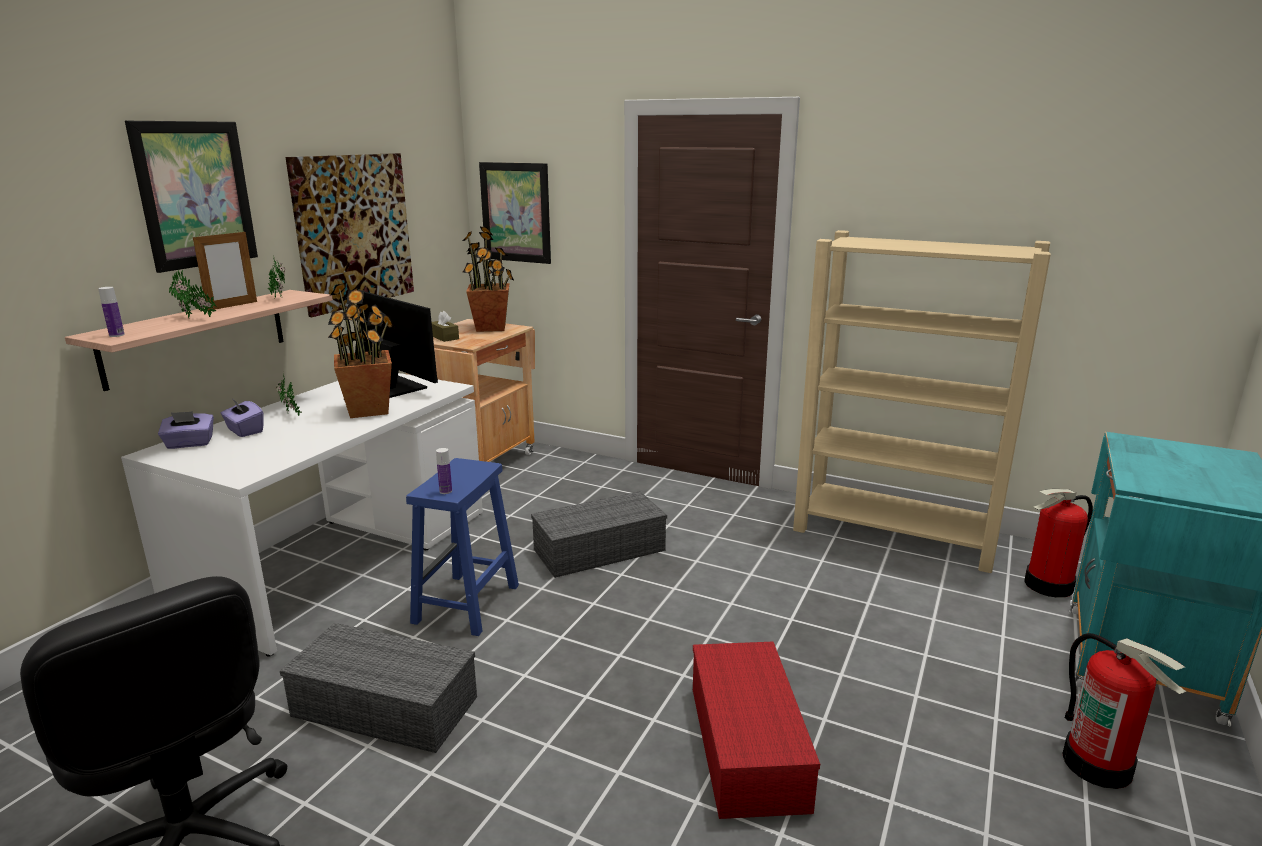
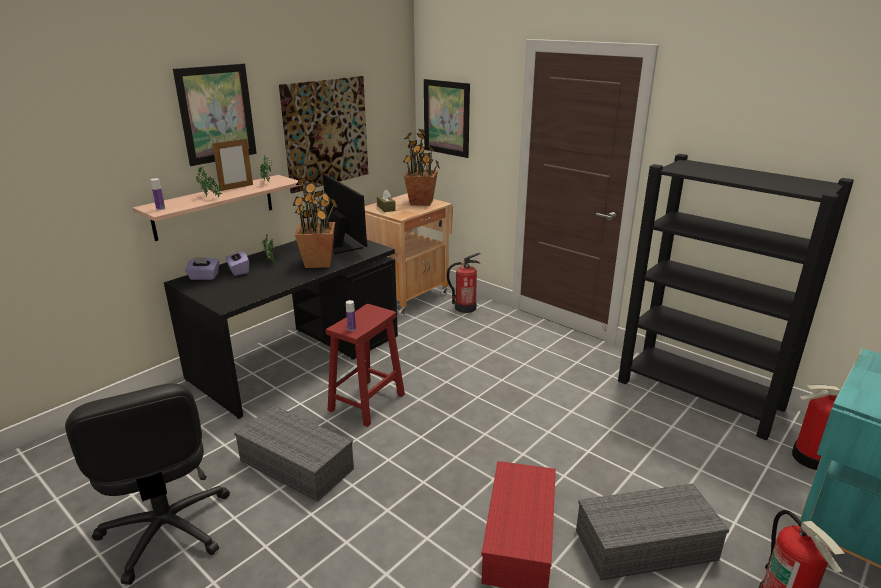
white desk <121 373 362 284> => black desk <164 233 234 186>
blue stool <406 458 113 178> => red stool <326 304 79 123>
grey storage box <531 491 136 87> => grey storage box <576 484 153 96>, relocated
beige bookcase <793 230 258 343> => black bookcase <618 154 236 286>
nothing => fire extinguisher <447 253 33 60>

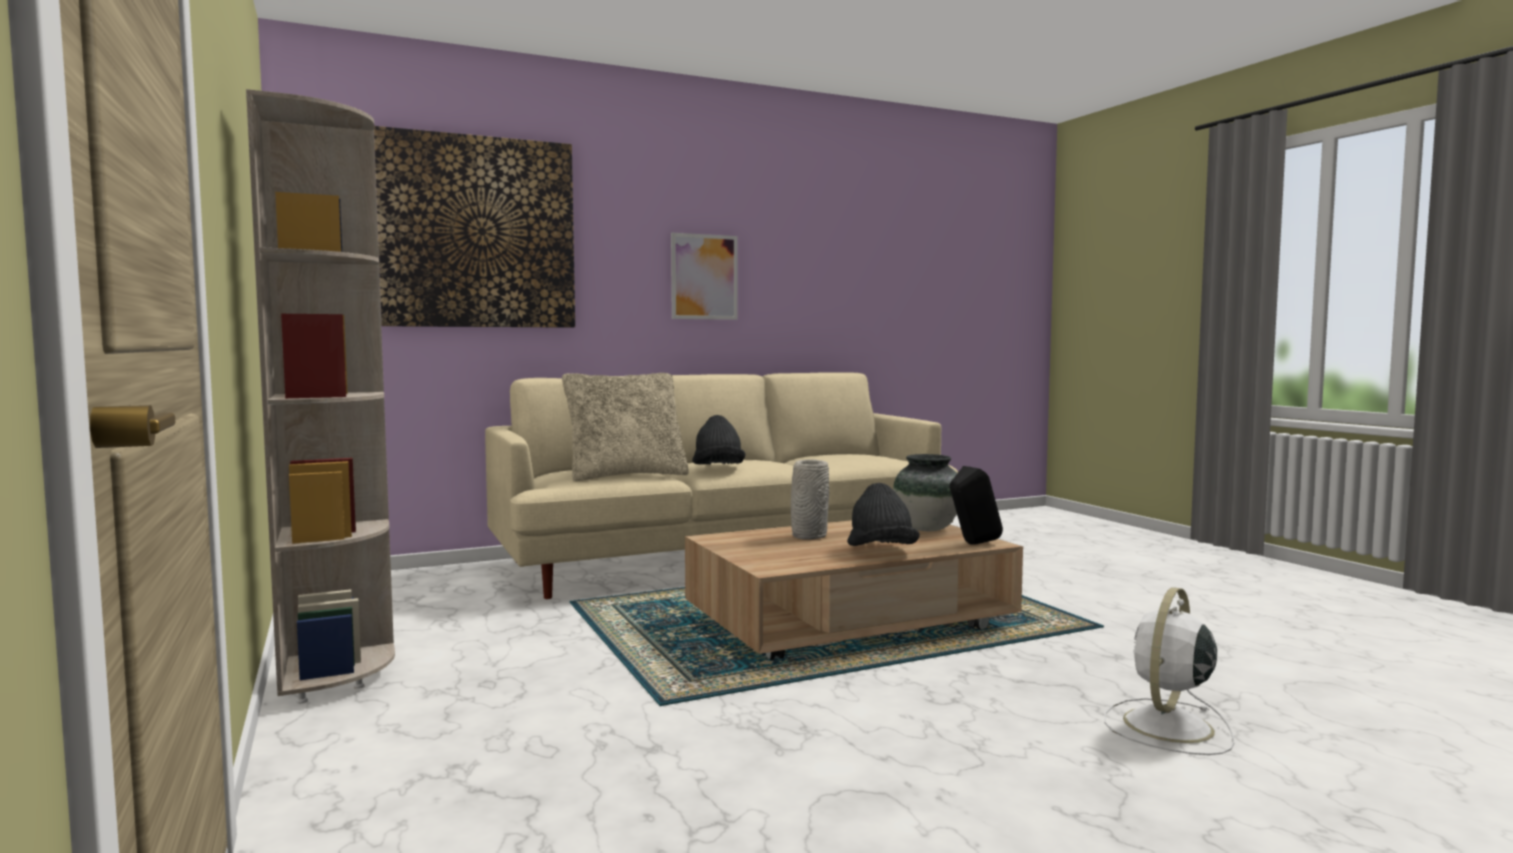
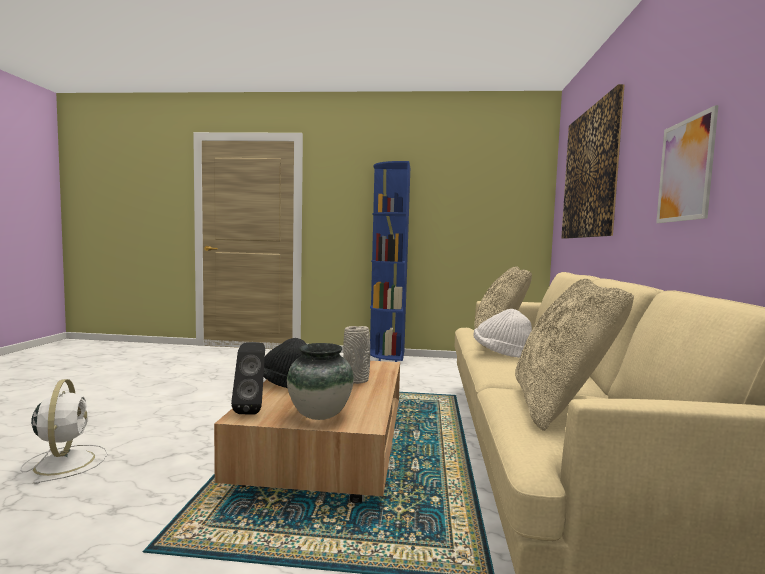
beige bookcase <246 89 149 615> => blue bookcase <370 161 40 201>
black hat <692 415 53 50> => white hat <474 309 58 49>
nothing => beige pillow <515 279 119 152>

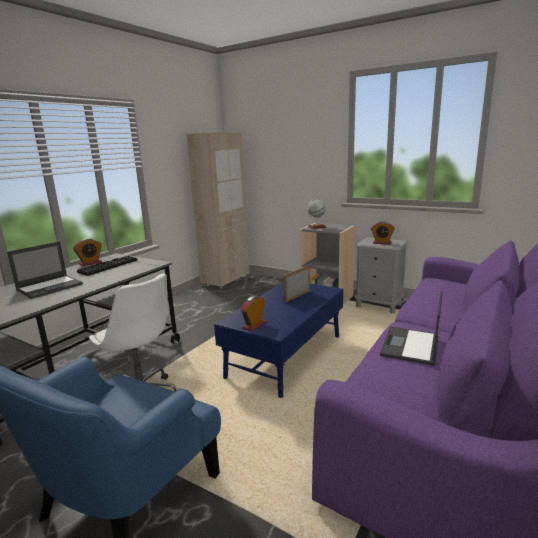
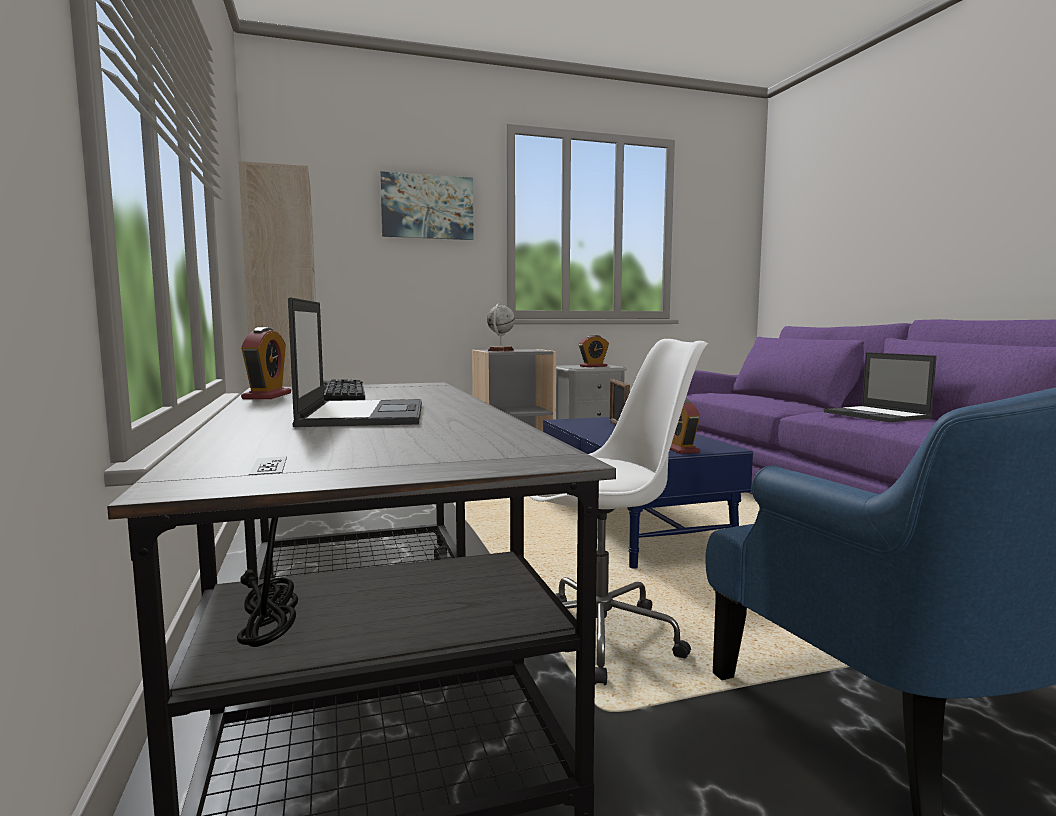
nothing => picture <380 171 94 69>

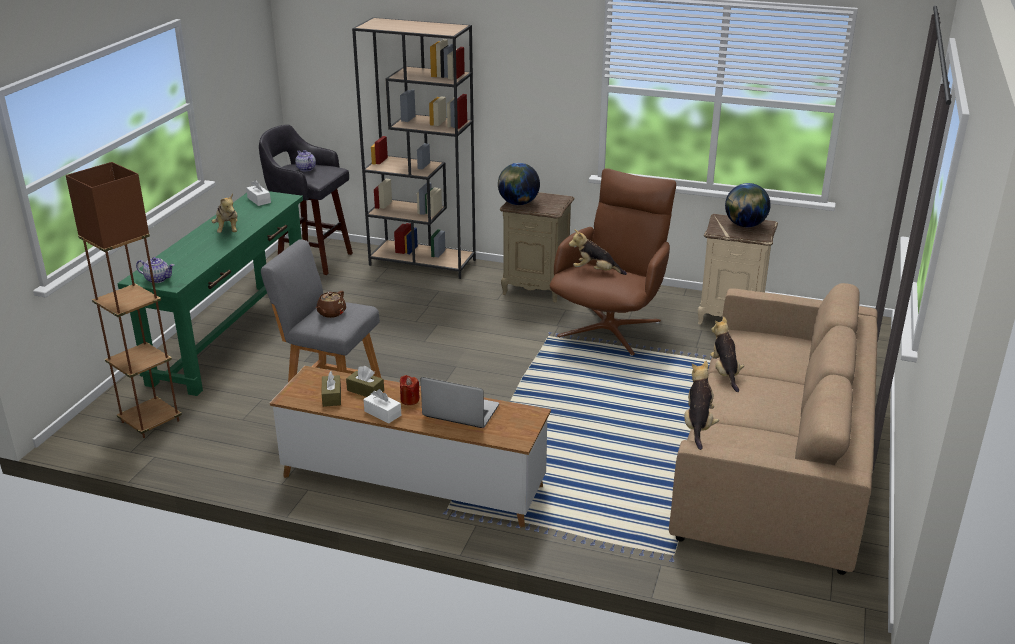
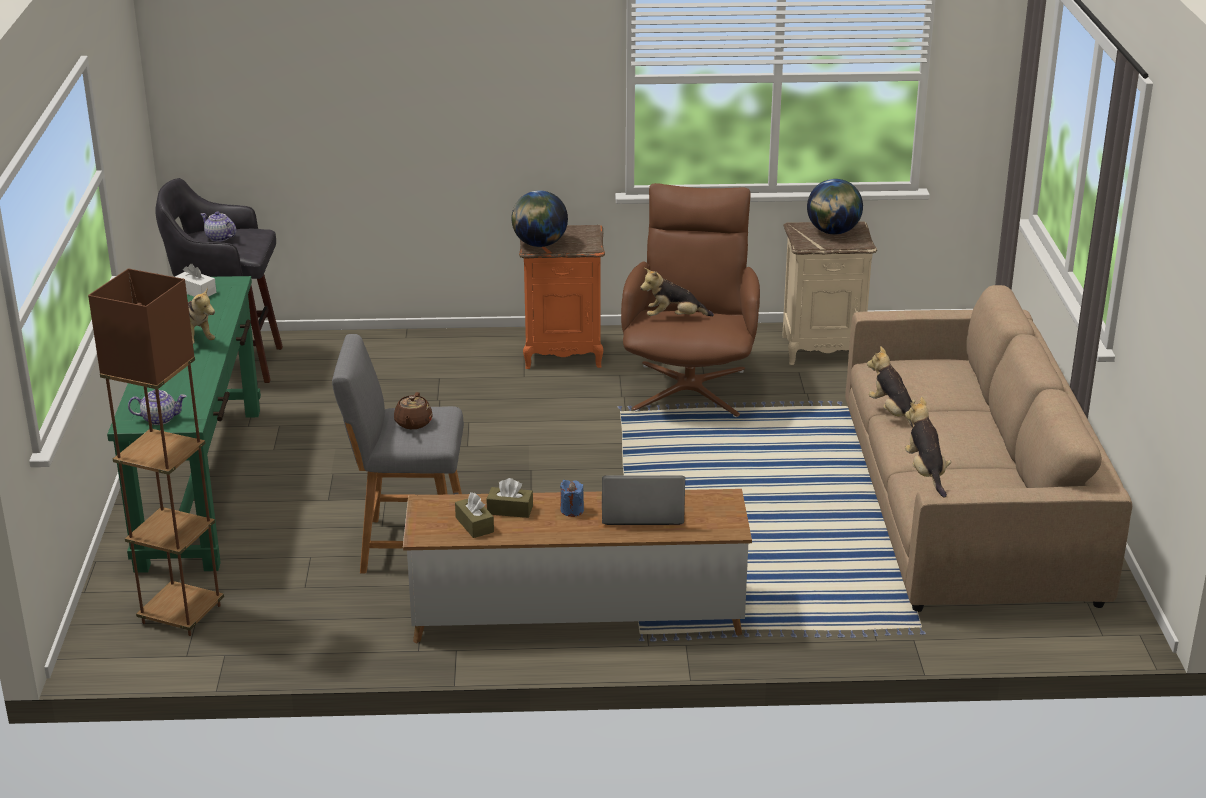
bookcase <352 17 124 262> => nothing
white tissue box <363 389 38 34> => nothing
red candle <400 375 20 30> => blue candle <560 480 24 37>
beige nightstand <500 192 75 110> => orange nightstand <519 225 86 144>

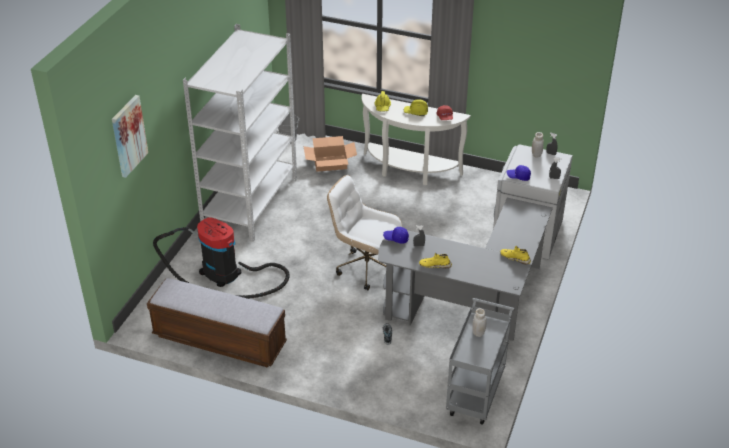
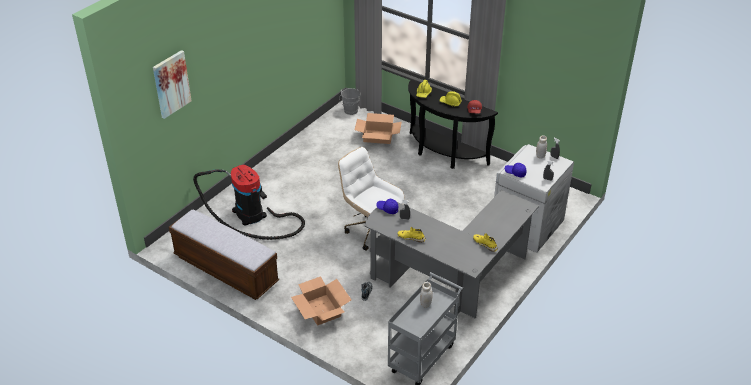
white bookcase <183 24 114 218> => nothing
white console table <362 94 108 91> => black console table <408 80 90 89>
nothing => cardboard box <291 276 60 50>

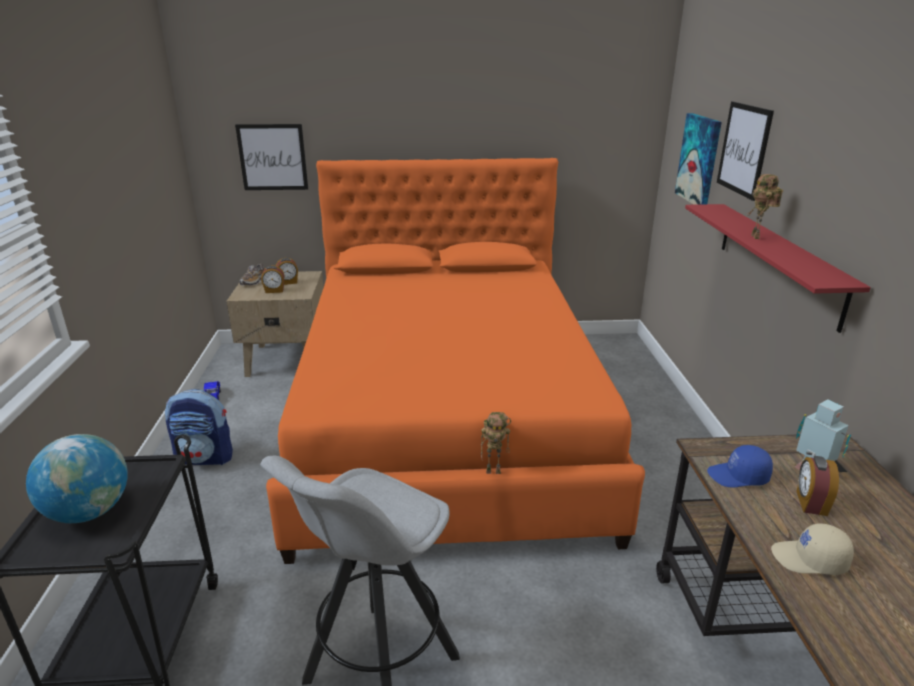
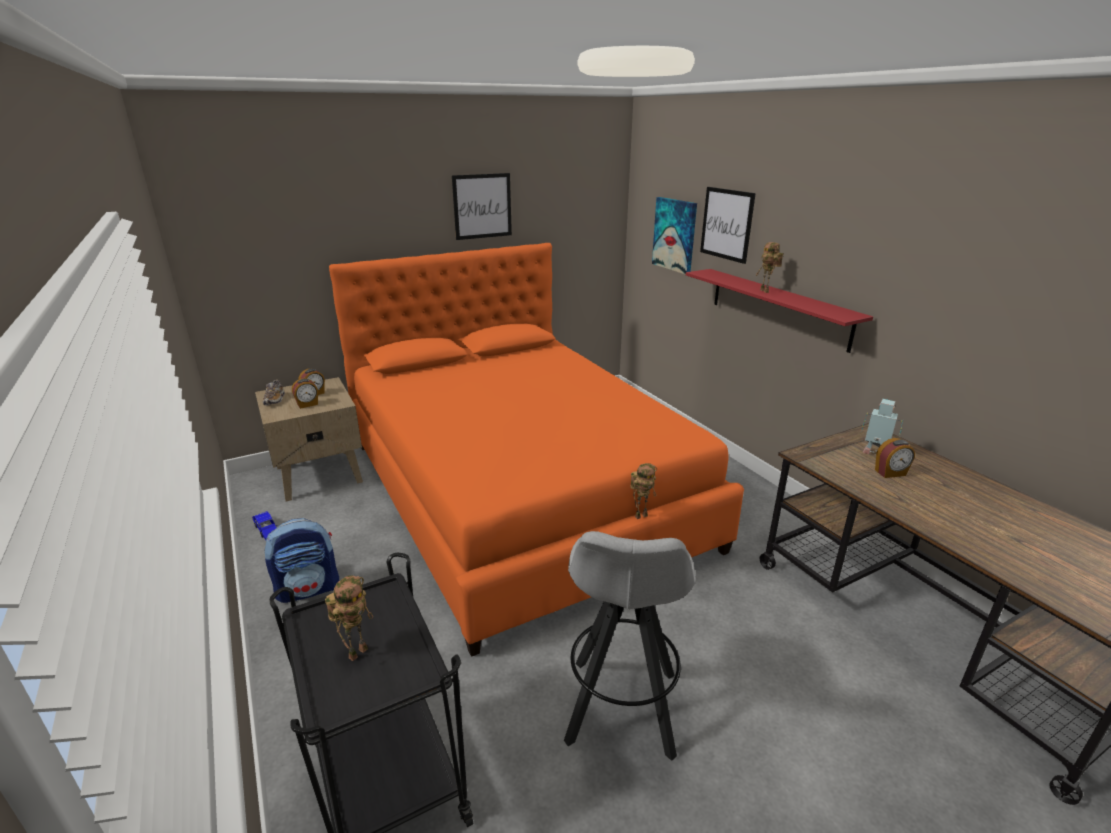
globe <26 434 102 89> => toy robot <325 576 48 85>
picture <235 124 73 66> => picture <452 173 60 67>, relocated
blue cap <707 445 66 43> => nothing
beige cap <771 523 83 52> => nothing
alarm clock <796 456 43 60> => alarm clock <875 438 40 40>, 90 degrees counterclockwise

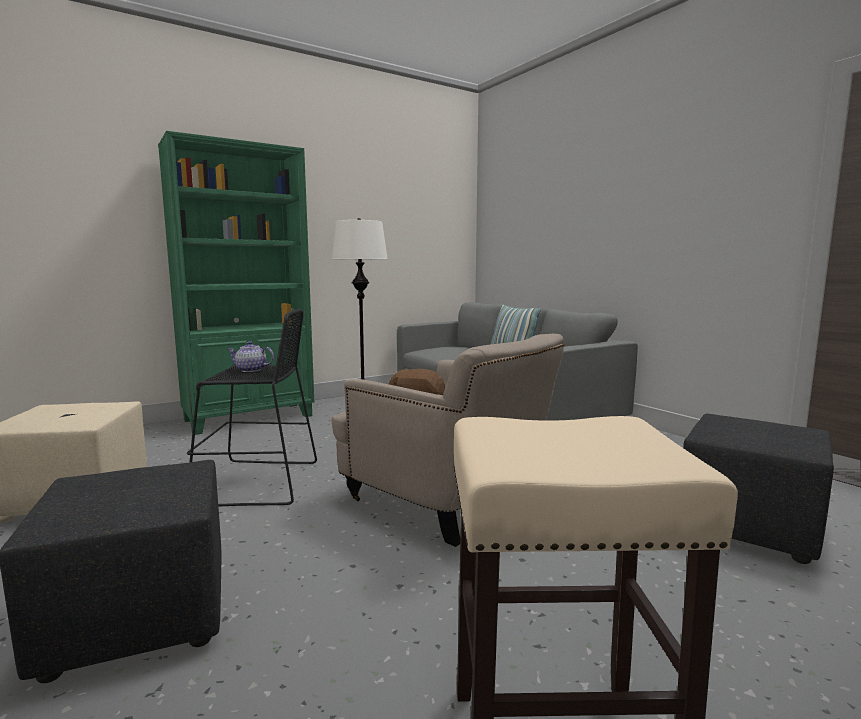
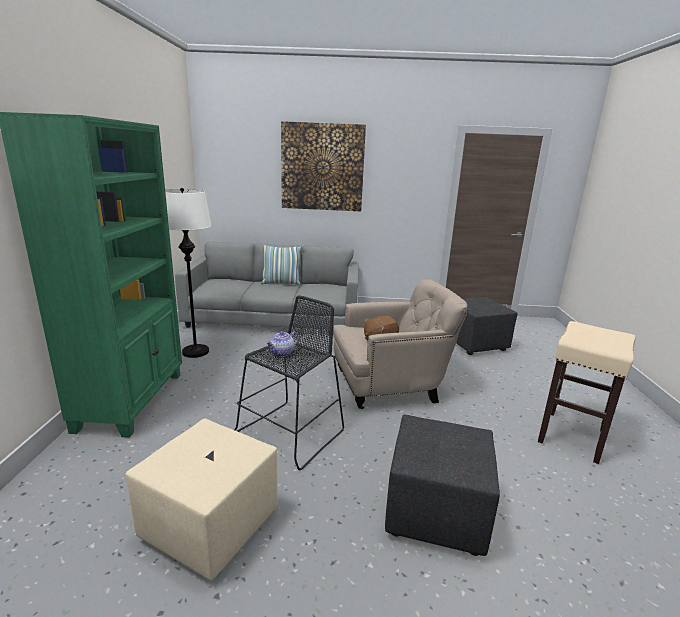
nothing => picture <281 121 85 90>

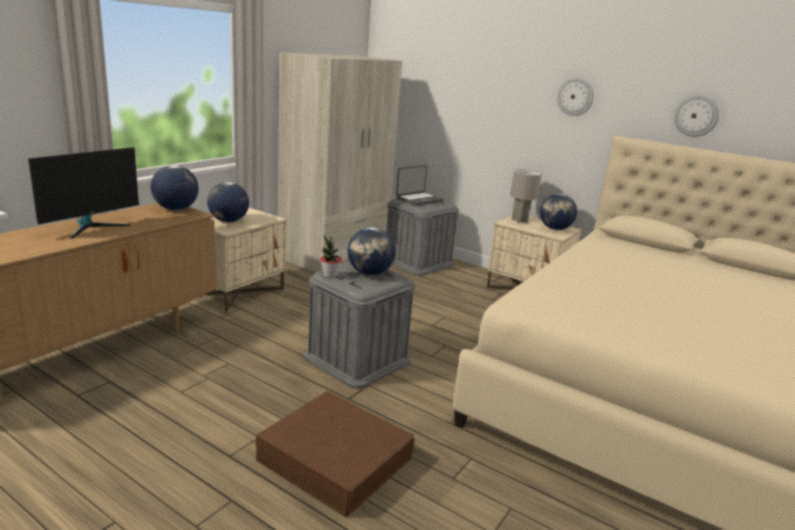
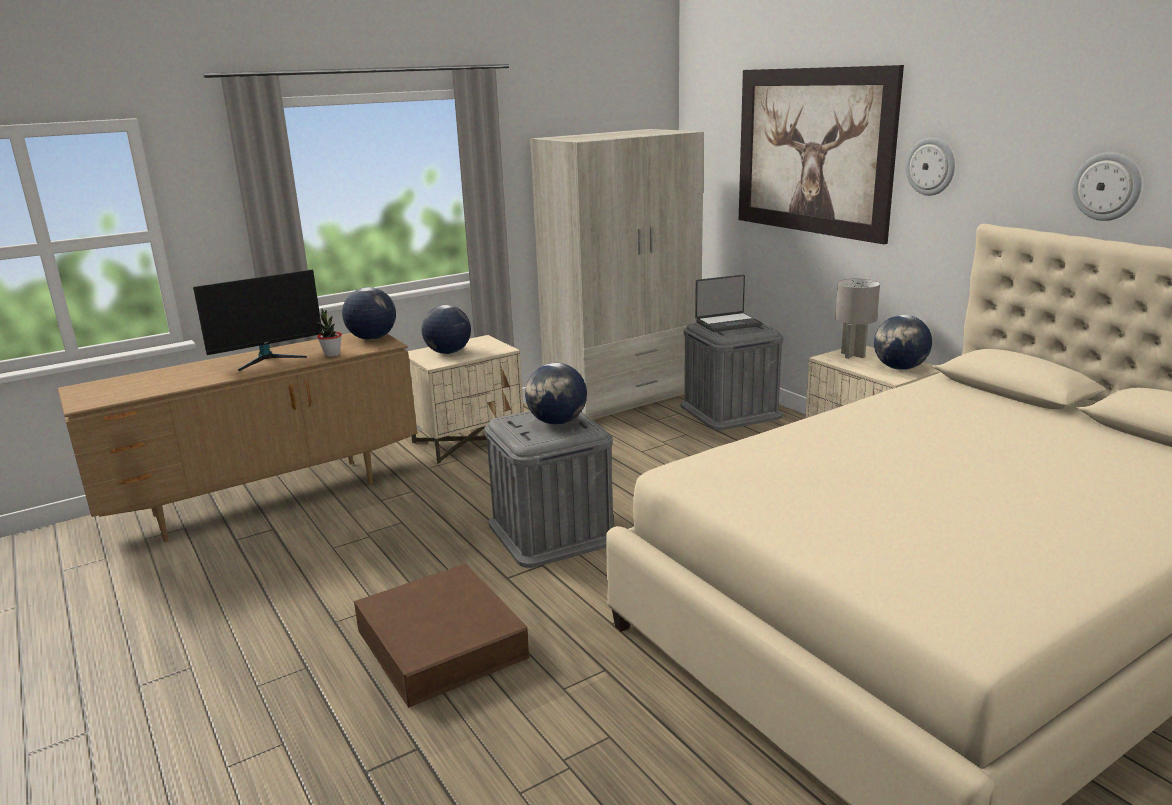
potted plant <321 235 21 43> => potted plant <316 309 26 48>, relocated
nothing => picture <739 65 165 179>

